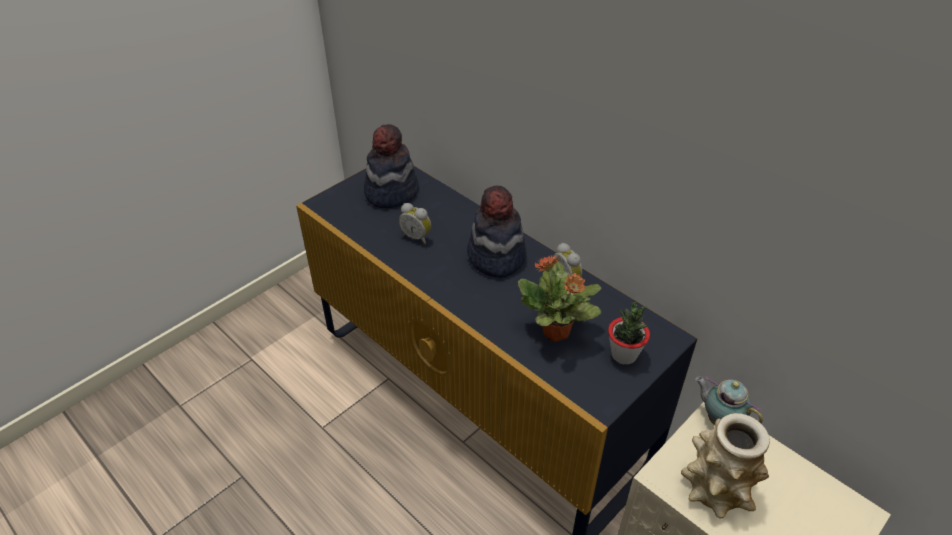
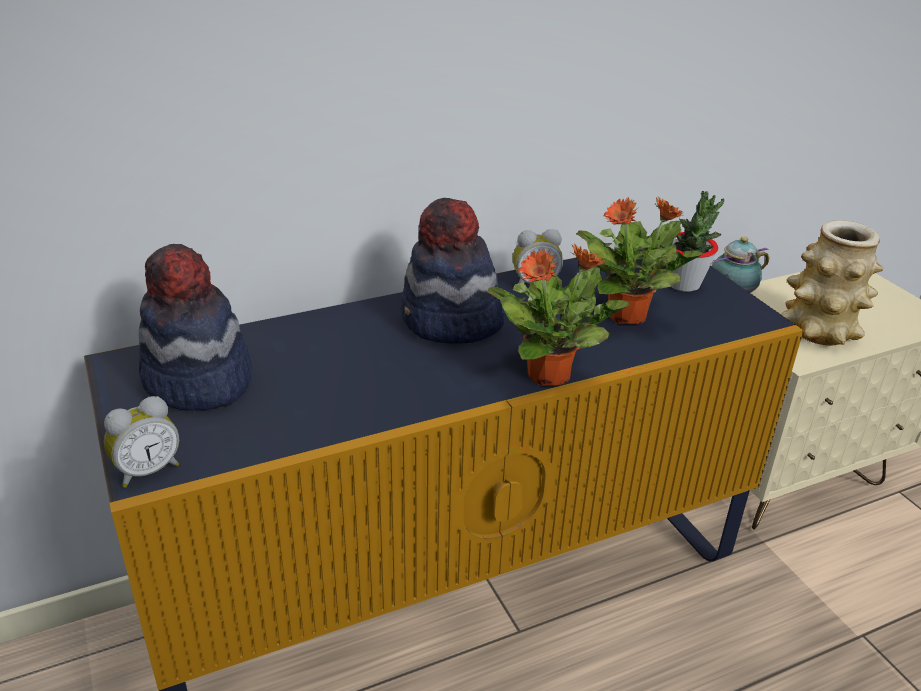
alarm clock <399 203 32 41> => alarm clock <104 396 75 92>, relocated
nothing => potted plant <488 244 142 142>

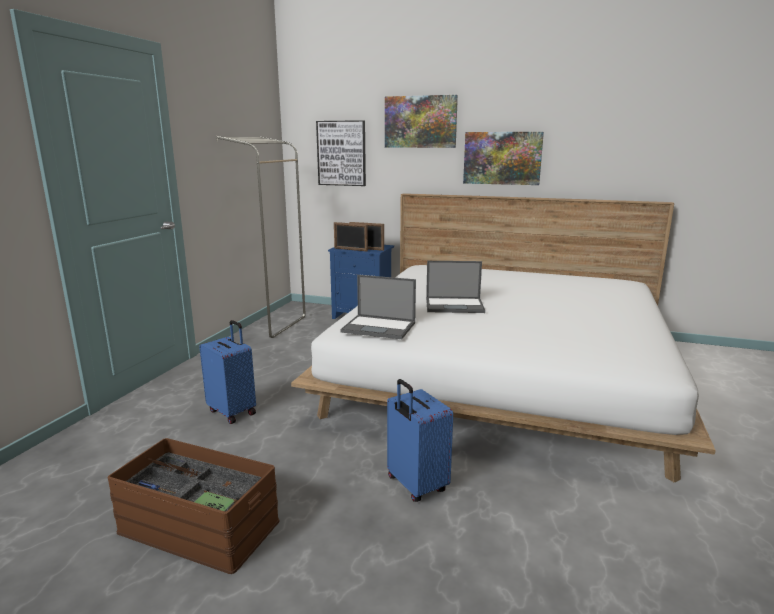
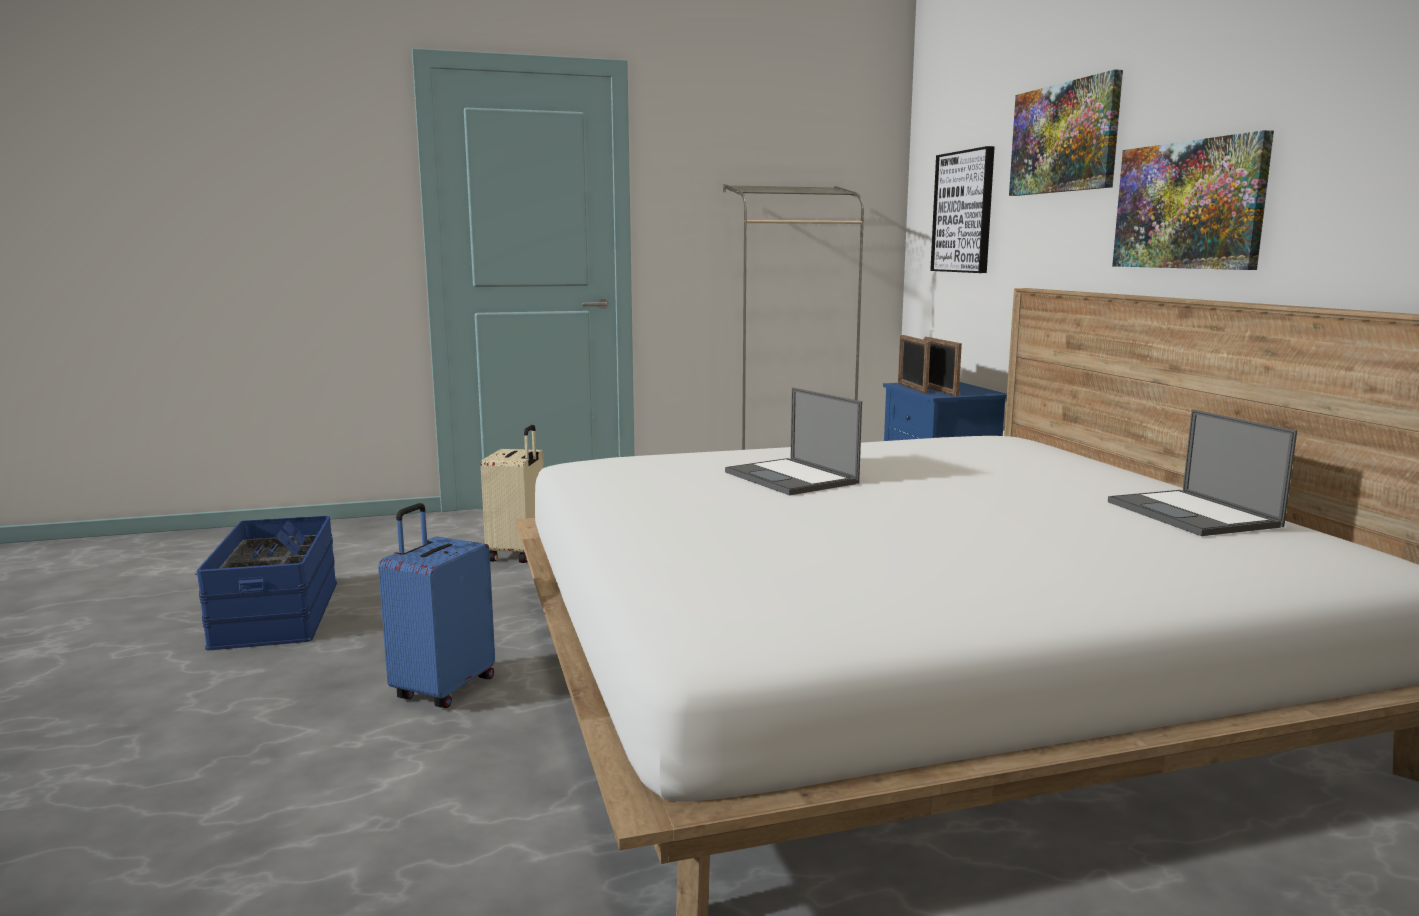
brown storage box <108 438 172 136> => blue storage box <195 516 142 134>
blue suitcase <199 320 57 104> => beige suitcase <481 425 63 138>
laptop <340 275 76 64> => laptop <1108 409 189 127>, relocated

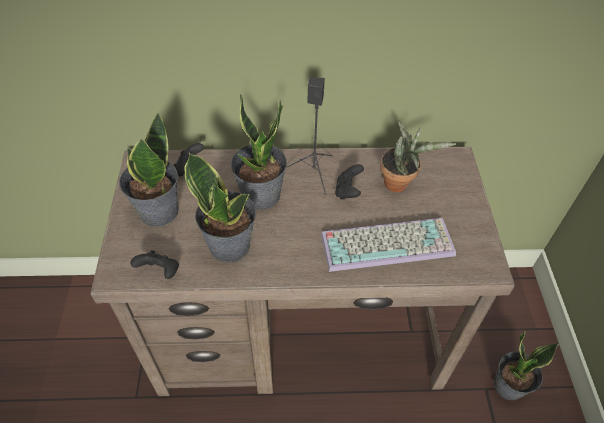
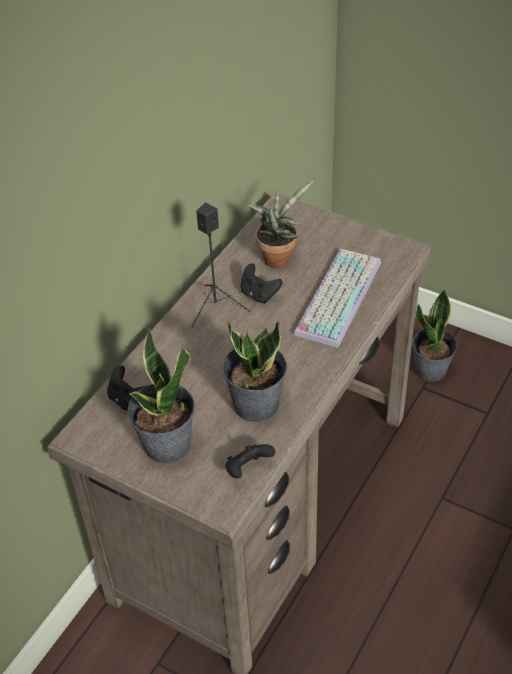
potted plant <231 94 56 116> => nothing

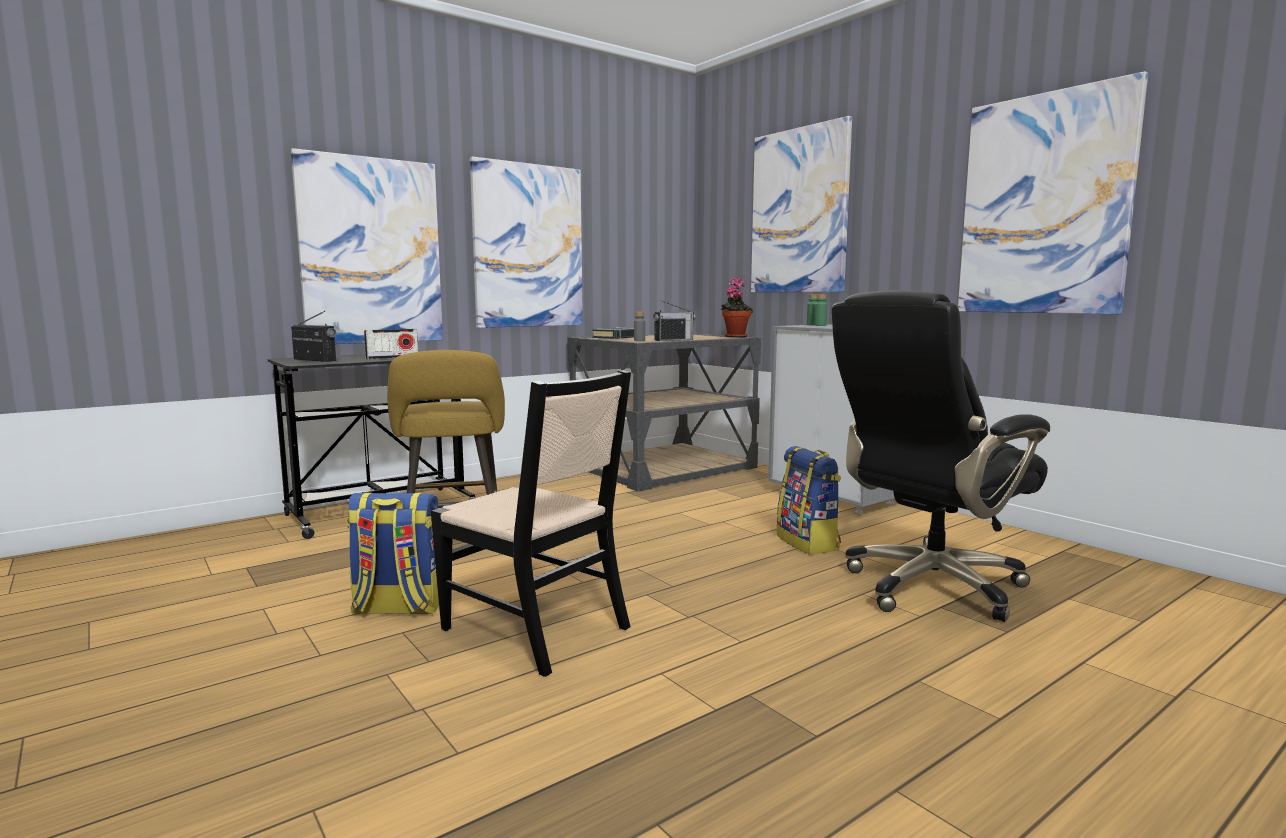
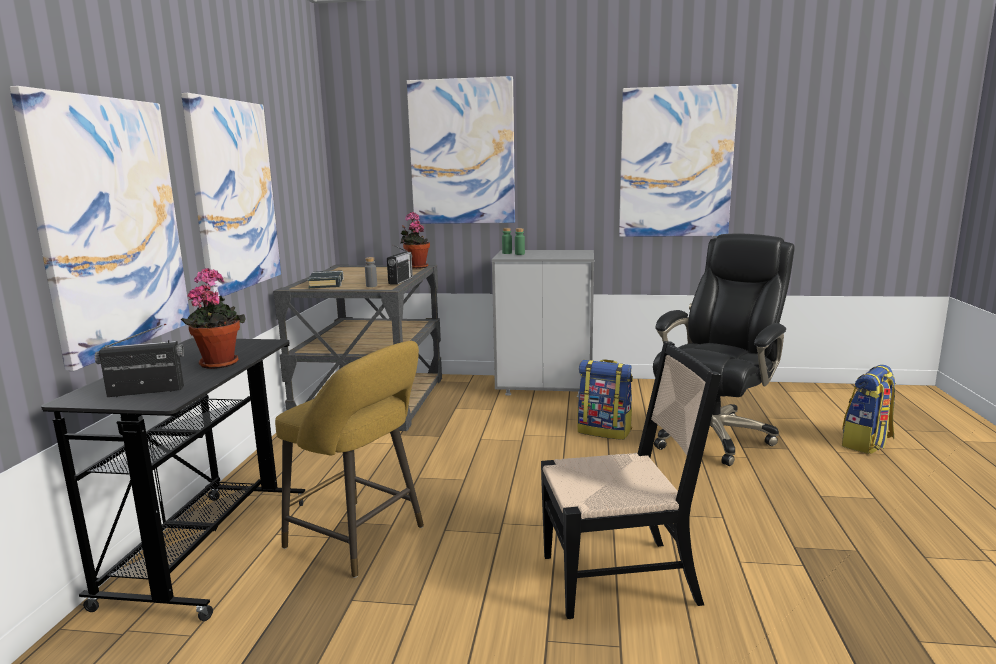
backpack <347 493 92 121> => backpack <842 365 54 89>, relocated
radio <364 329 54 31> => potted plant <181 268 65 101>
black office chair <832 290 218 332> => black office chair <653 233 142 233>, 150 degrees counterclockwise

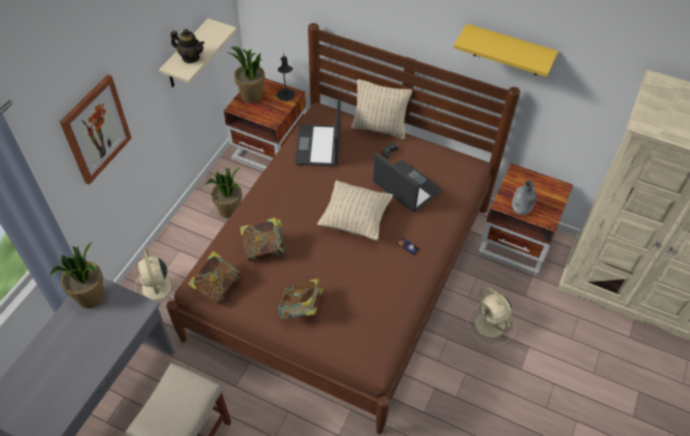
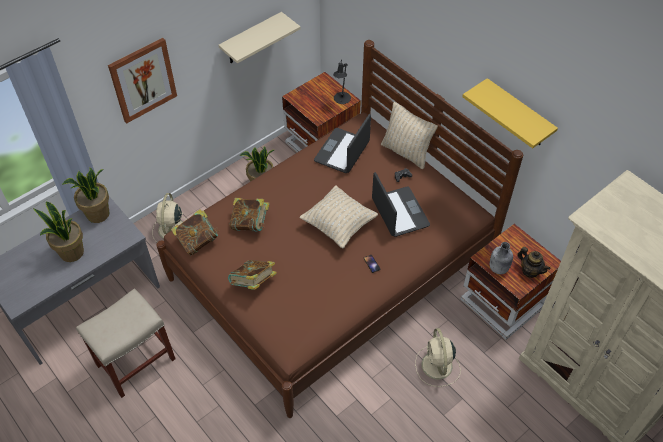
teapot <171 29 33 34> => teapot <517 247 33 31>, relocated
potted plant <227 46 38 57> => potted plant <33 202 51 60>, relocated

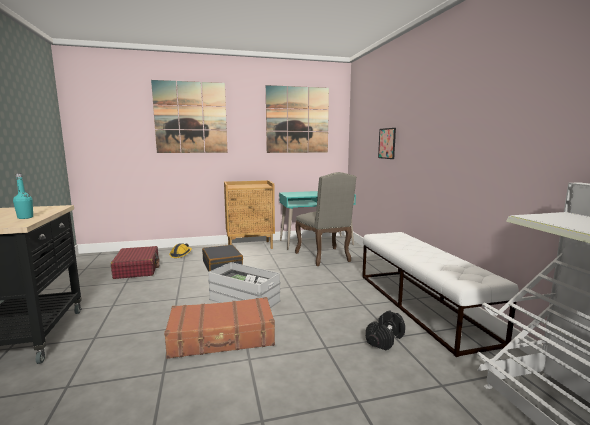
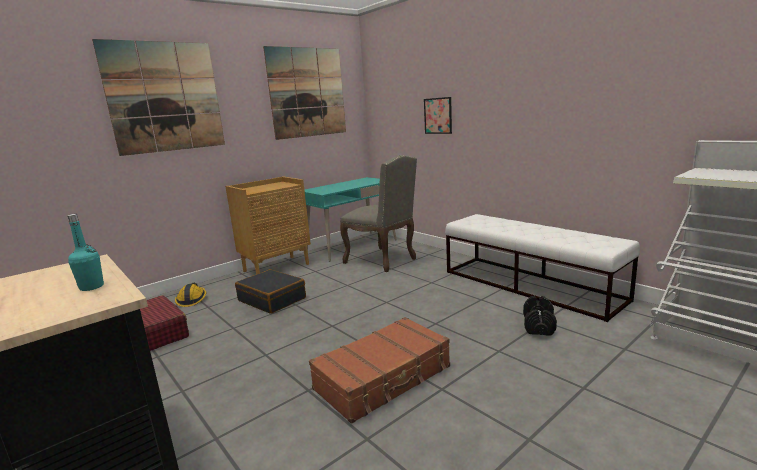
grey storage box <208 262 73 46> => nothing

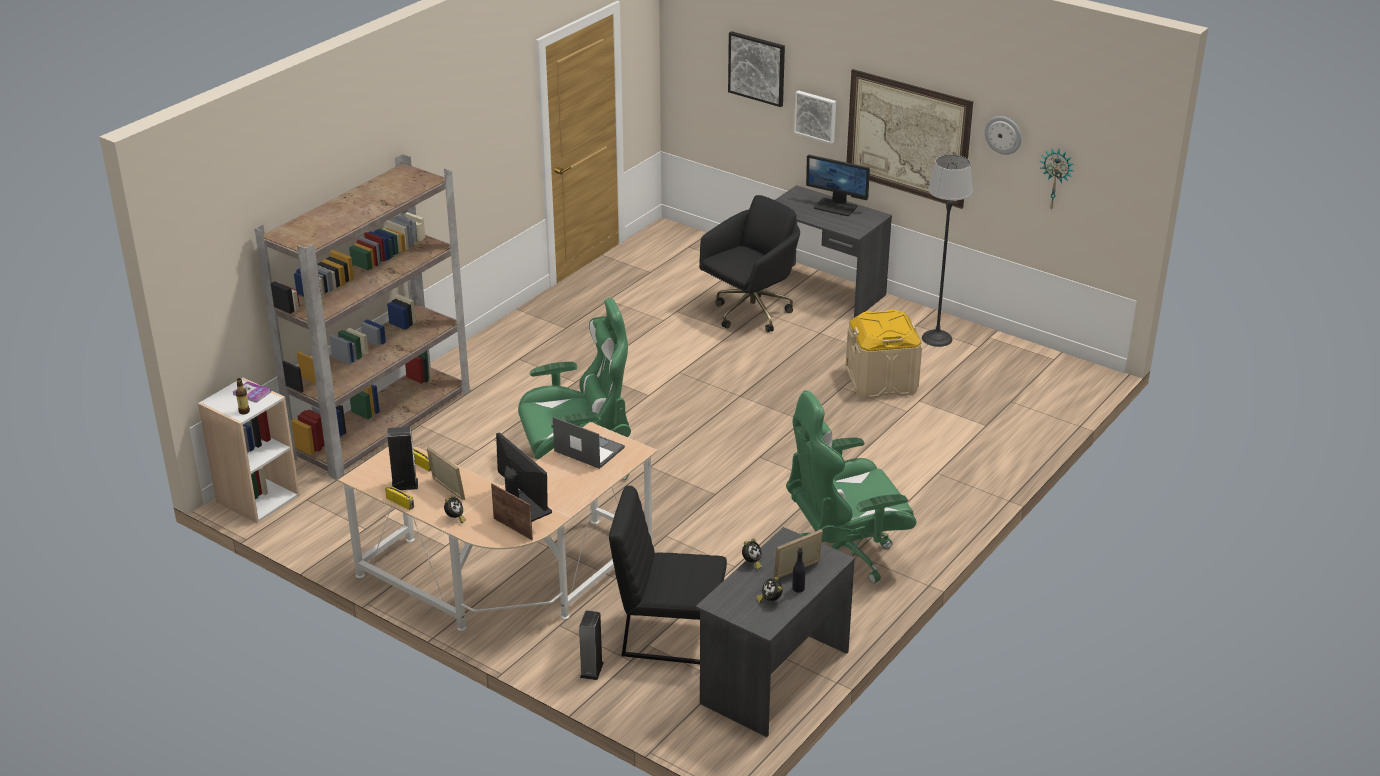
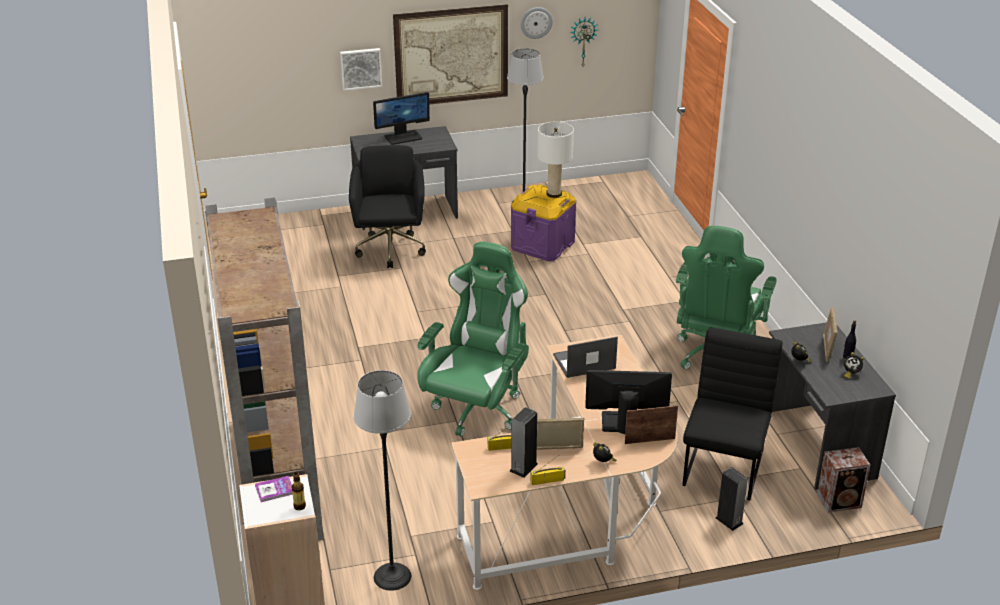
black chair <609 486 118 178> => black chair <682 328 100 172>, 150 degrees clockwise
picture <728 31 57 76> => nothing
beige storage box <846 309 76 90> => purple storage box <511 185 65 76>
nothing => floor lamp <354 370 57 221>
nothing => white table lamp <537 122 37 76>
nothing => speaker <817 447 54 66>

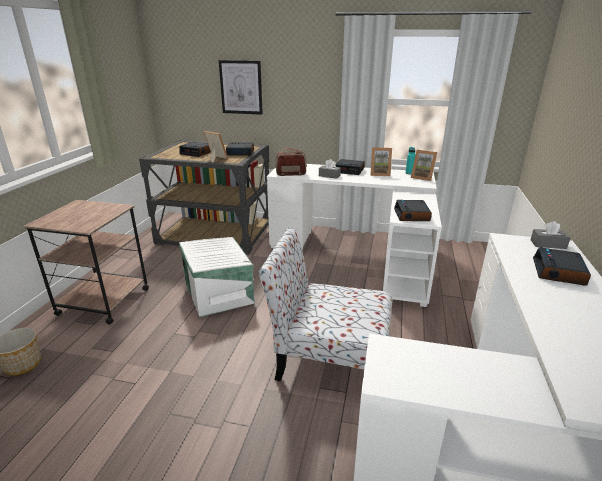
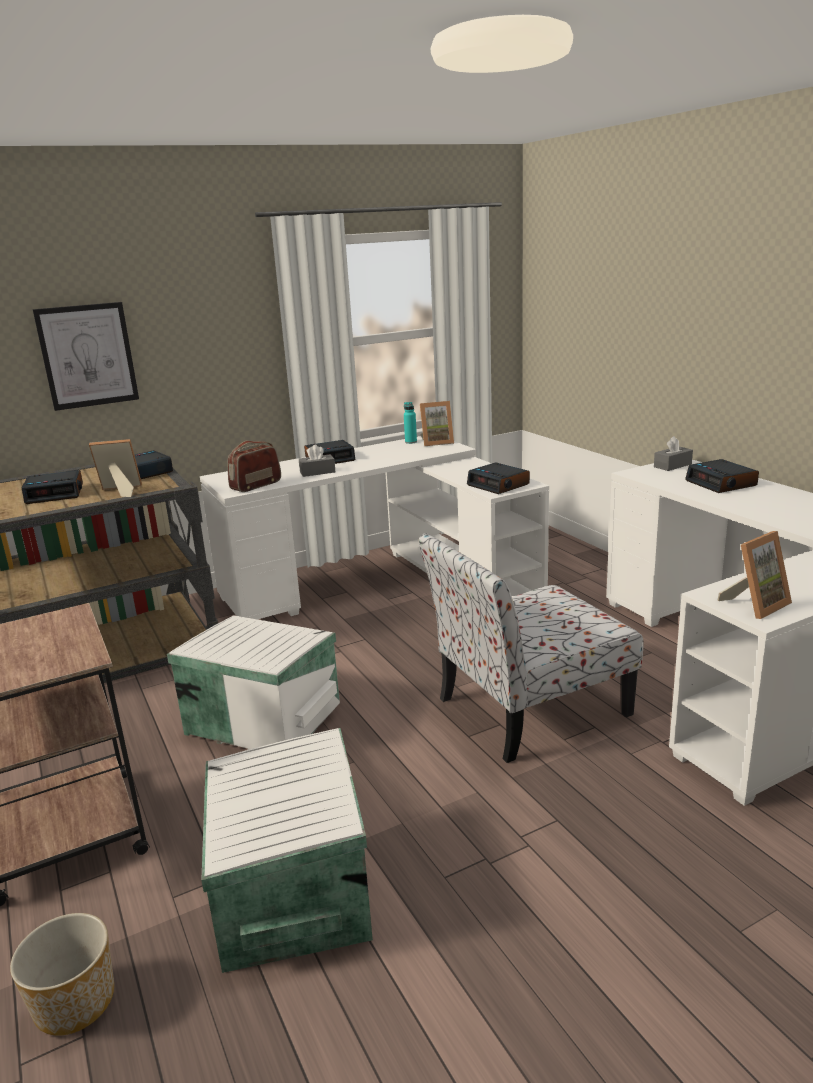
picture frame <370 147 22 29> => picture frame <717 531 75 88>, relocated
nothing => white storage box <201 728 172 245>

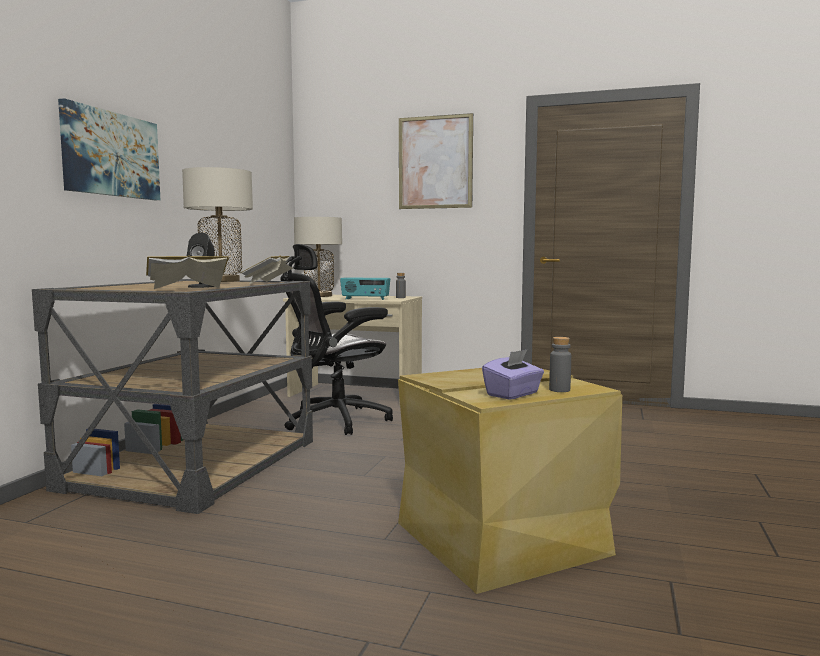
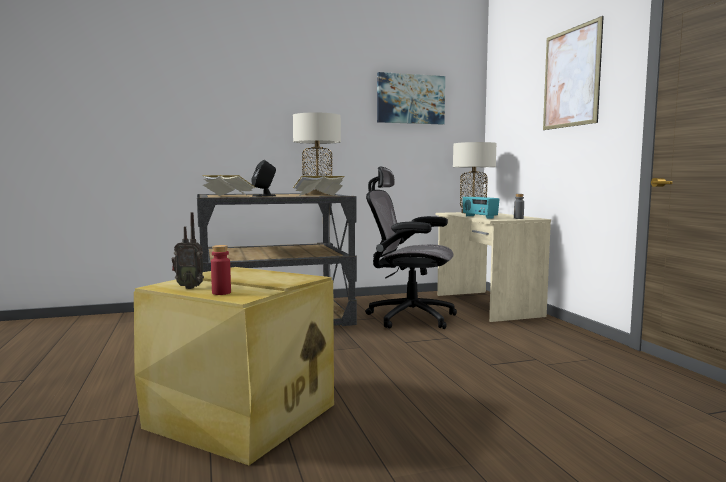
picture <58 98 102 102> => picture <377 72 68 53>, relocated
purple tissue box <482 350 62 50> => radio <172 212 32 77>
grey bottle <549 337 22 55> => red bottle <211 245 20 50>

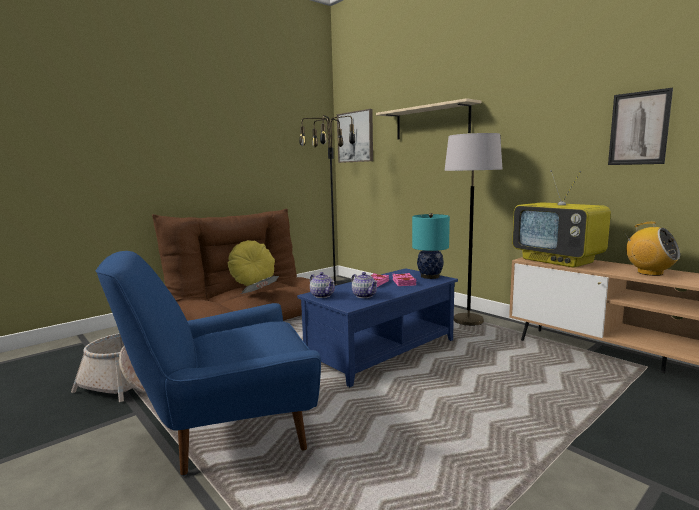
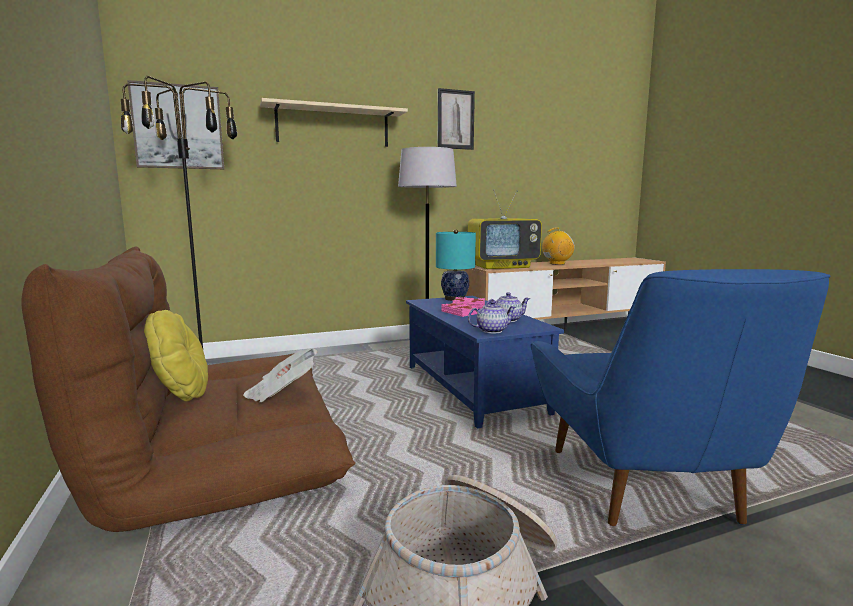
picture <608 88 65 77> => picture <438 88 37 62>, relocated

